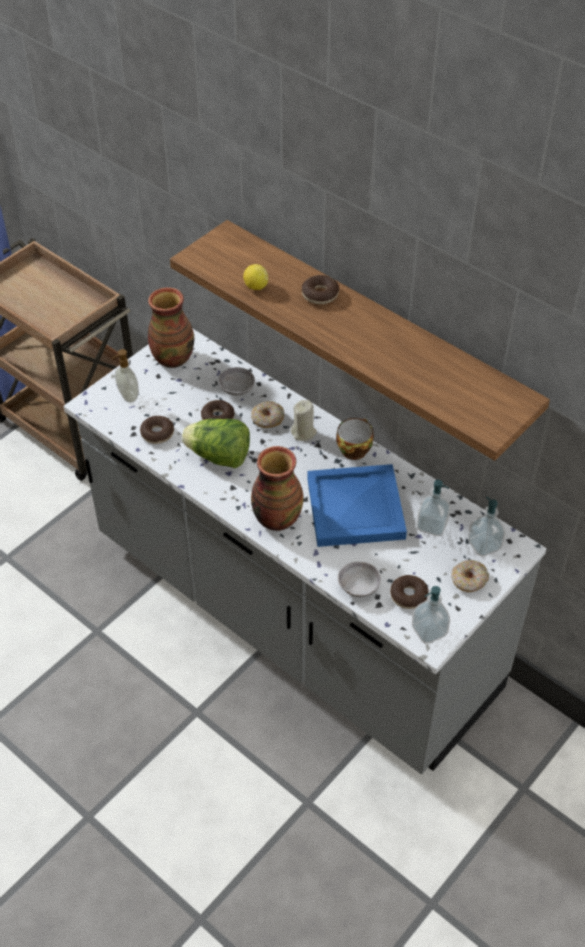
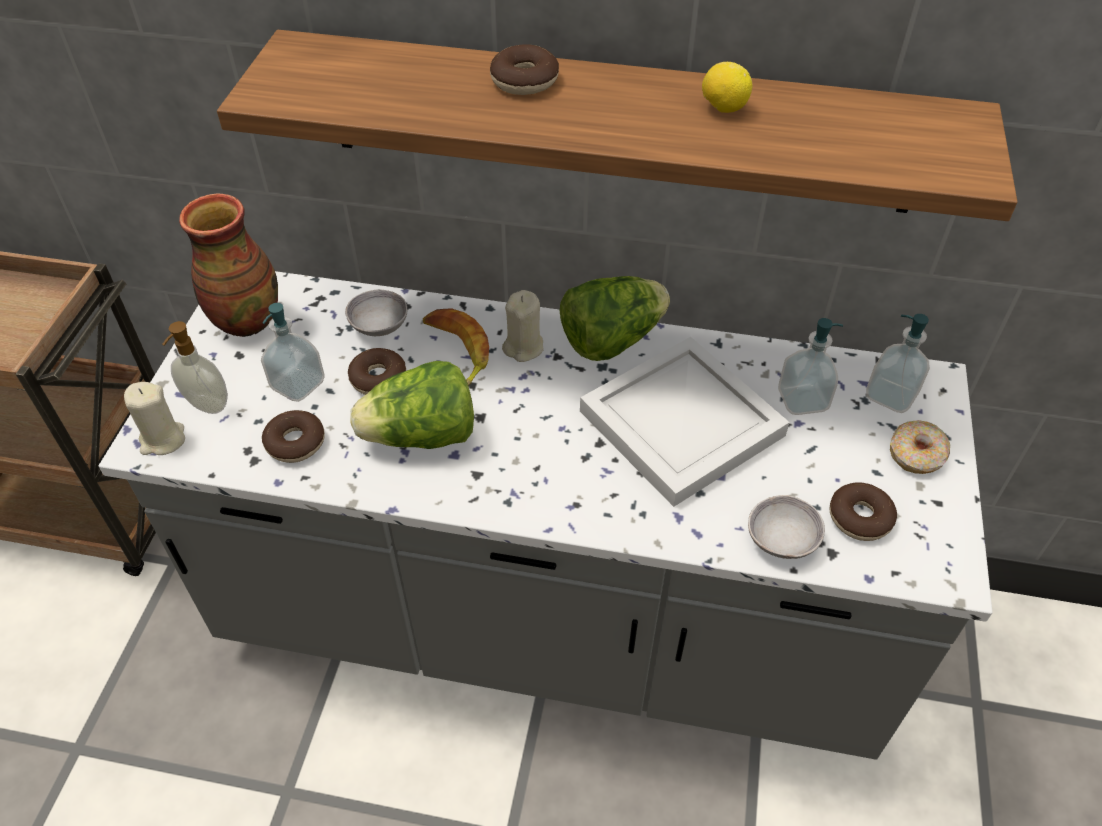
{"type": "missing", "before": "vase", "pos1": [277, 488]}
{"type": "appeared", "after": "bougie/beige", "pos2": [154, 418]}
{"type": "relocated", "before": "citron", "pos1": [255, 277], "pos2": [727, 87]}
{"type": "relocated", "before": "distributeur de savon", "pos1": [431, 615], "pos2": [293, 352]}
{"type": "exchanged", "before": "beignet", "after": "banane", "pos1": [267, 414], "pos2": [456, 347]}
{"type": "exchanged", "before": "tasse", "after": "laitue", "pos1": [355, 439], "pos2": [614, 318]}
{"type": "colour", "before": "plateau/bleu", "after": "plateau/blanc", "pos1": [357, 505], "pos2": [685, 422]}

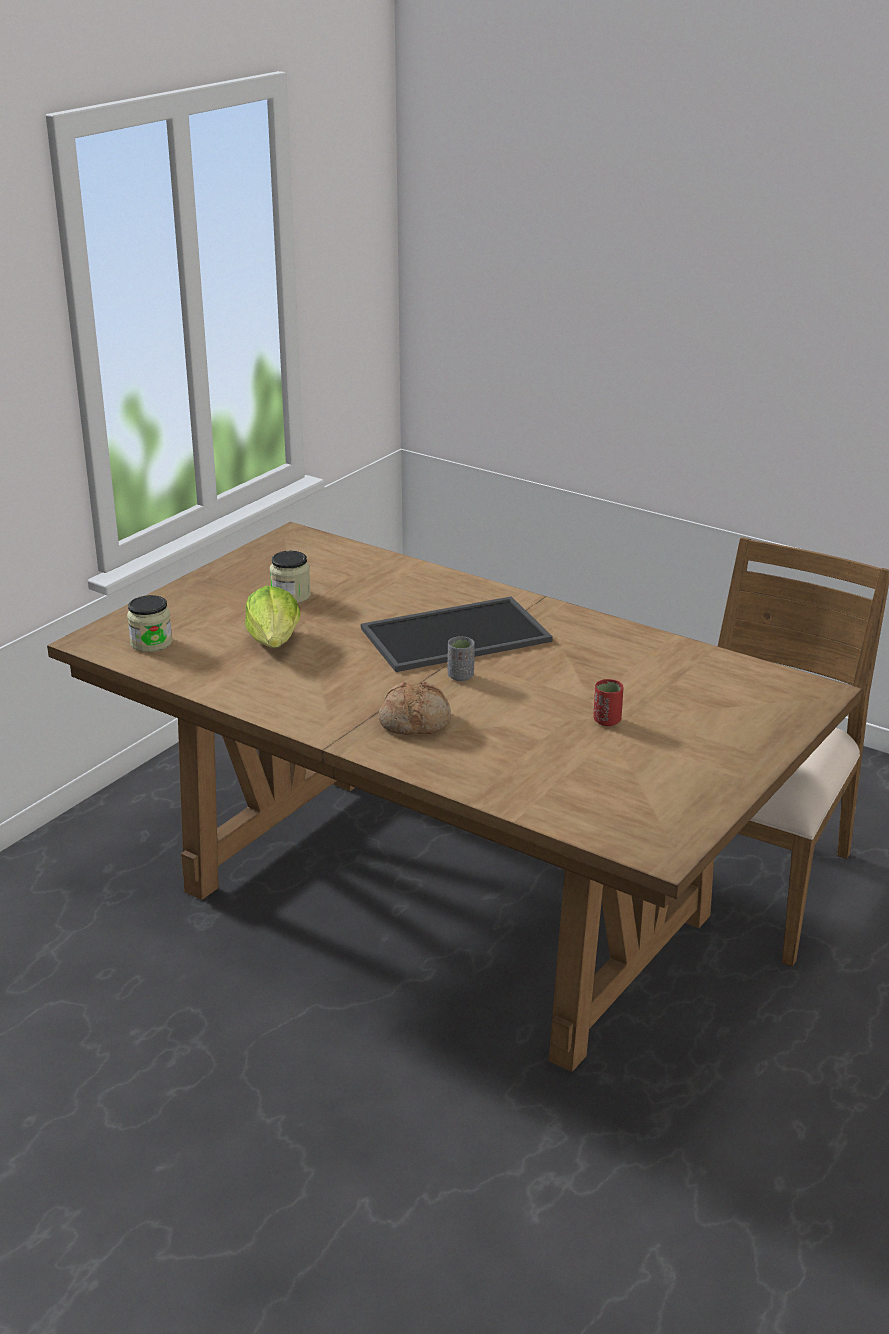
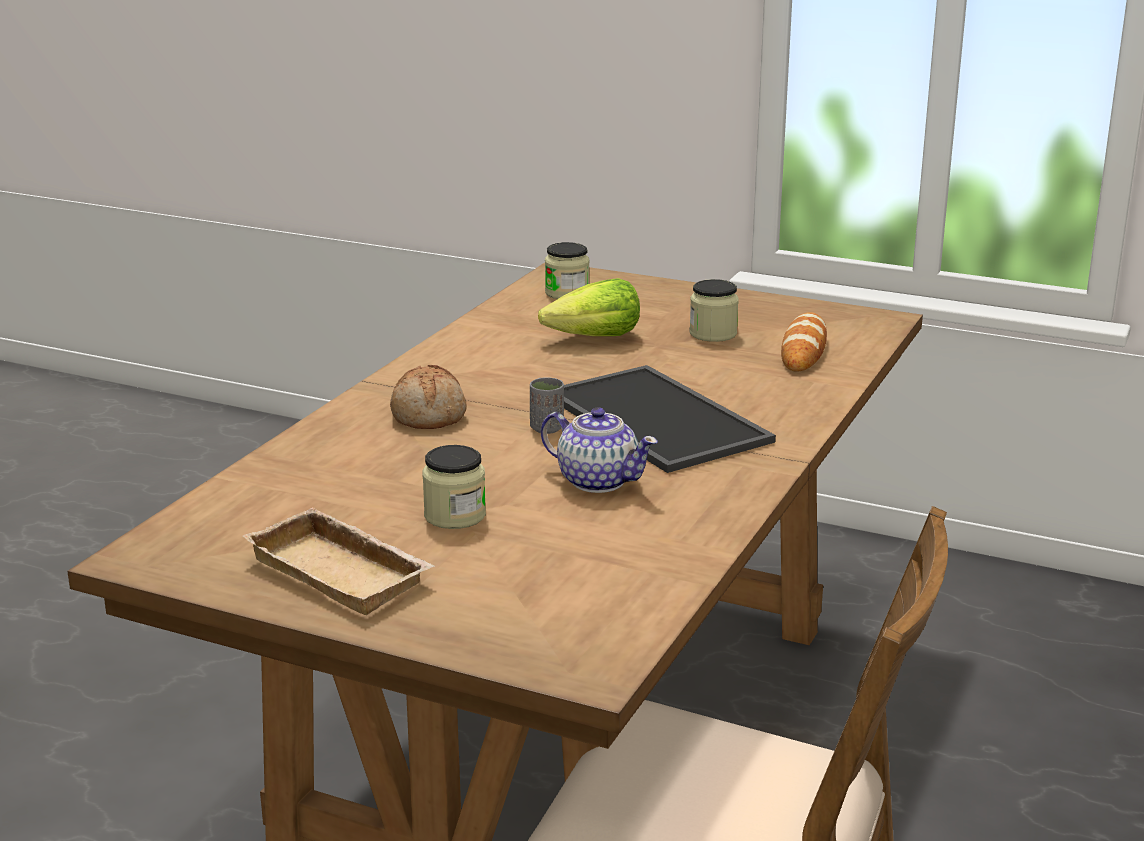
{"type": "appeared", "after": "plateau/beige", "pos2": [338, 561]}
{"type": "appeared", "after": "théière", "pos2": [599, 450]}
{"type": "appeared", "after": "pain", "pos2": [804, 342]}
{"type": "exchanged", "before": "tasse/rouge", "after": "bocal", "pos1": [608, 702], "pos2": [454, 487]}

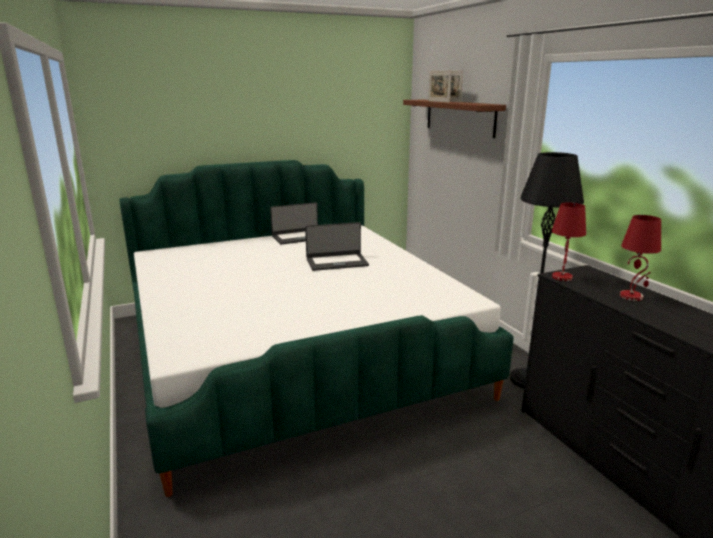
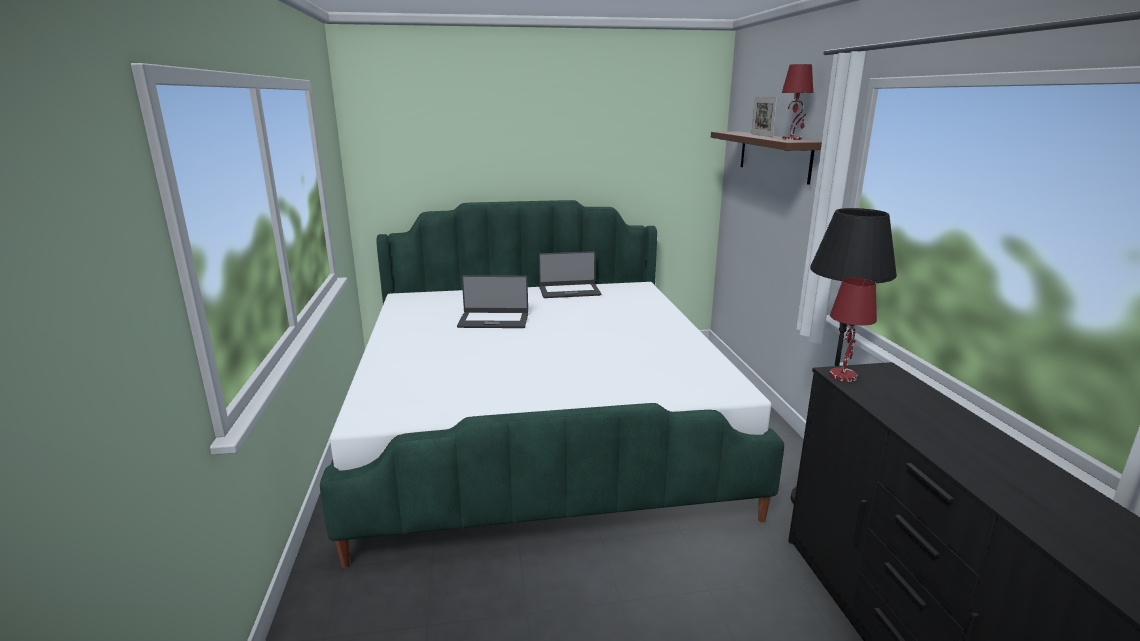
{"type": "missing", "before": "cadre photo", "pos1": [440, 87]}
{"type": "relocated", "before": "ordinateur portable", "pos1": [337, 246], "pos2": [492, 301]}
{"type": "relocated", "before": "lampe de table/rouge", "pos1": [640, 258], "pos2": [797, 102]}

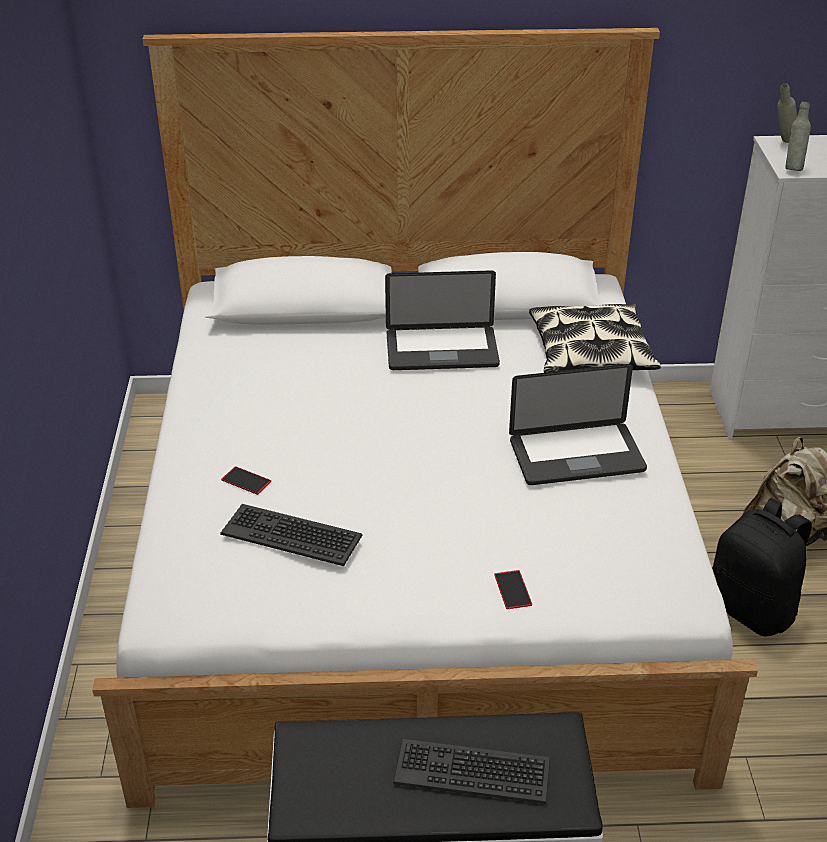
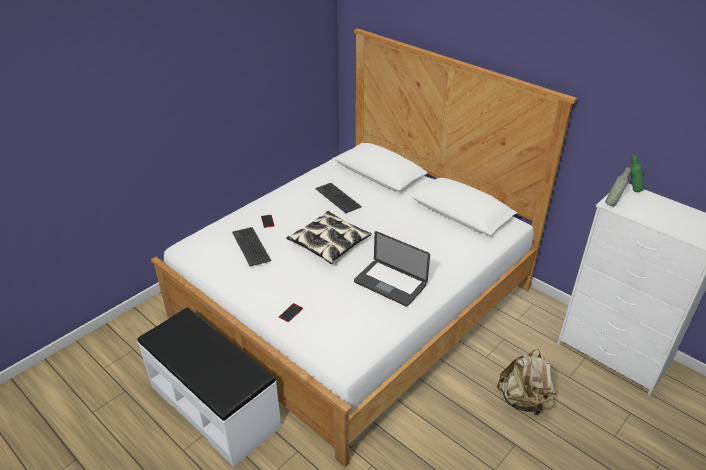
{"type": "missing", "before": "ordinateur portable", "pos1": [442, 320]}
{"type": "missing", "before": "sac à dos/noir", "pos1": [762, 567]}
{"type": "relocated", "before": "clavier", "pos1": [471, 771], "pos2": [338, 198]}
{"type": "relocated", "before": "coussin", "pos1": [595, 338], "pos2": [329, 237]}
{"type": "colour", "before": "bouteille/gris", "after": "bouteille/vert", "pos1": [787, 113], "pos2": [637, 173]}

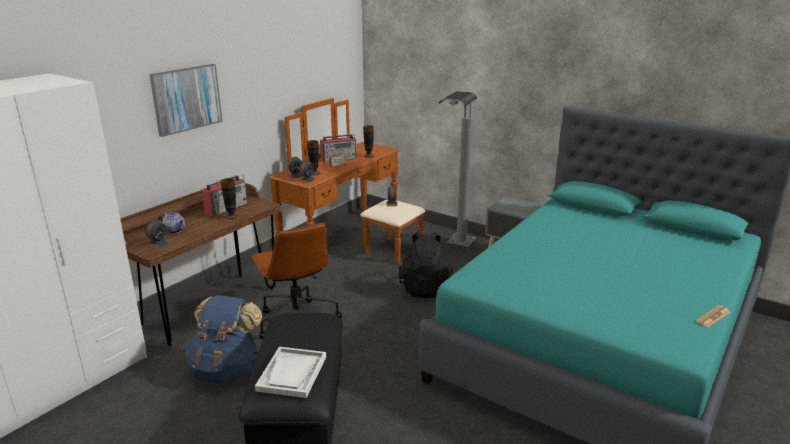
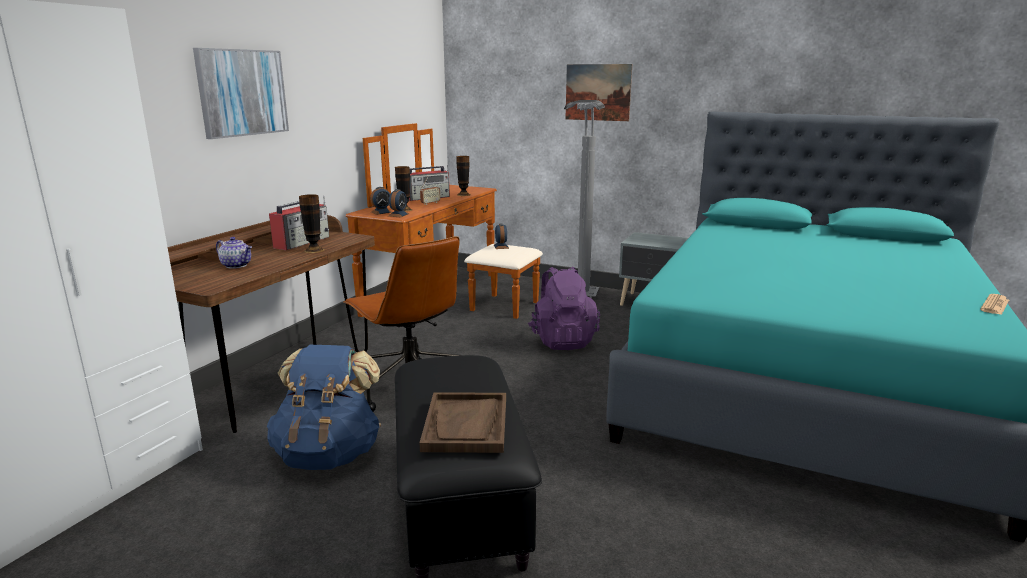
{"type": "missing", "before": "réveil", "pos1": [158, 234]}
{"type": "appeared", "after": "tableau", "pos2": [599, 92]}
{"type": "colour", "before": "plateau/blanc", "after": "plateau/marron", "pos1": [290, 372], "pos2": [463, 422]}
{"type": "colour", "before": "sac à dos/noir", "after": "sac à dos/violet", "pos1": [426, 265], "pos2": [564, 308]}

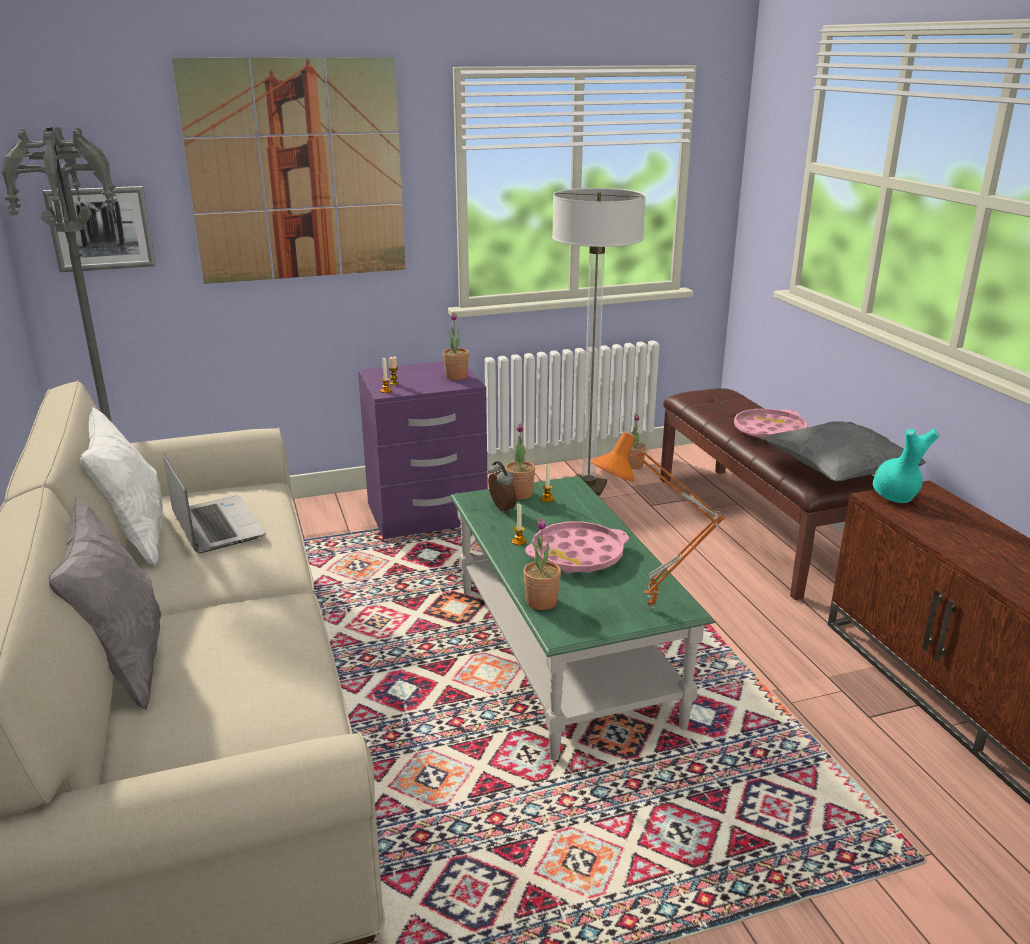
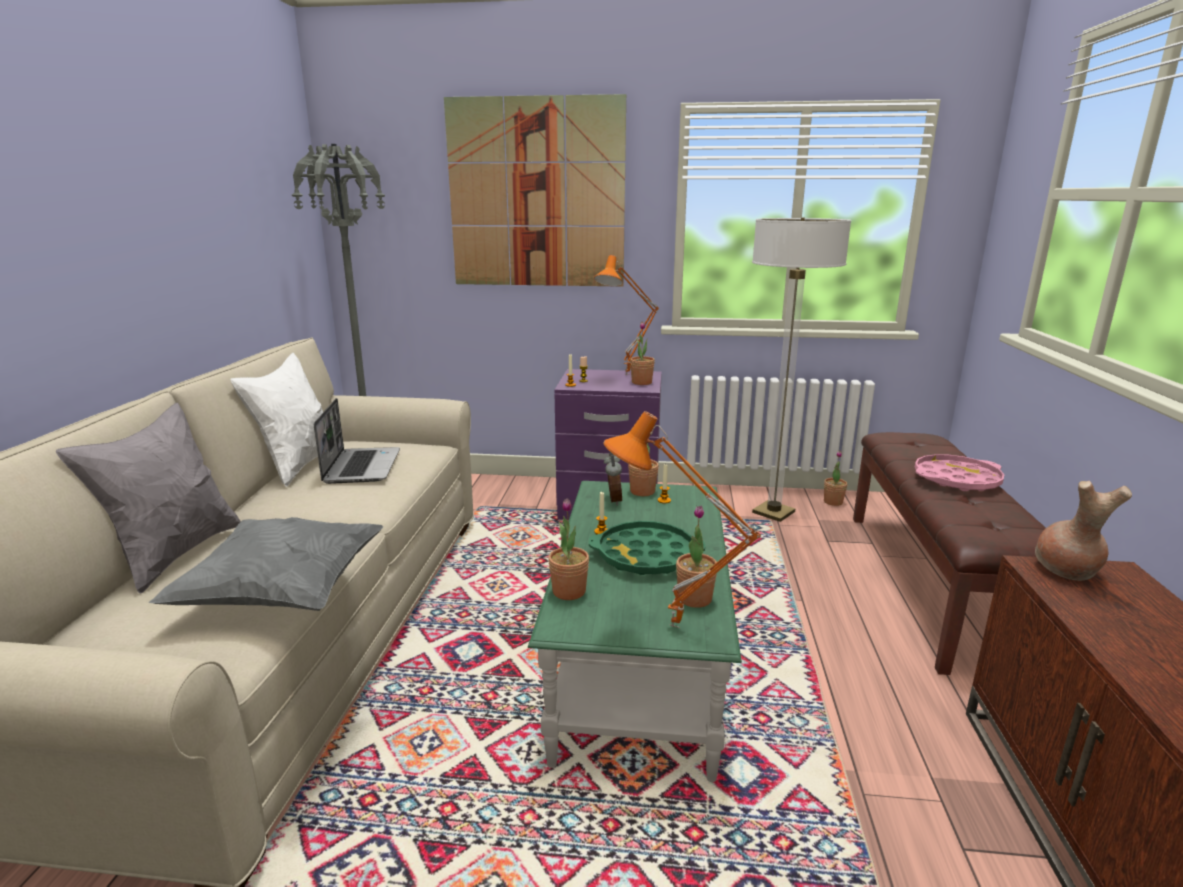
{"type": "missing", "before": "tableau", "pos1": [99, 229]}
{"type": "appeared", "after": "lampe de table/orange", "pos2": [626, 315]}
{"type": "appeared", "after": "plante en pot", "pos2": [696, 556]}
{"type": "relocated", "before": "coussin/gris", "pos1": [845, 451], "pos2": [266, 564]}
{"type": "colour", "before": "plateau/rose", "after": "plateau/vert", "pos1": [577, 547], "pos2": [647, 548]}
{"type": "colour", "before": "vase/turquoise", "after": "vase/marron", "pos1": [906, 465], "pos2": [1083, 531]}

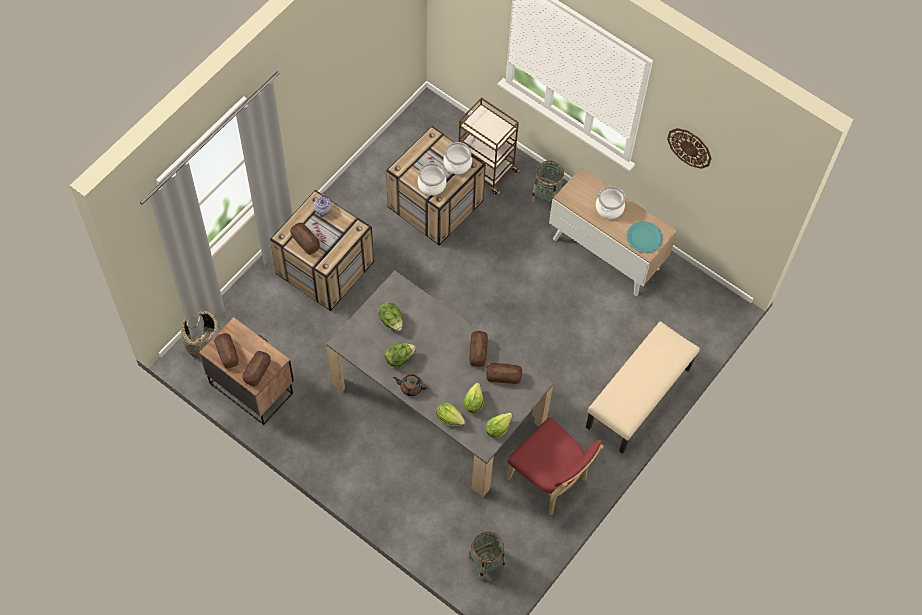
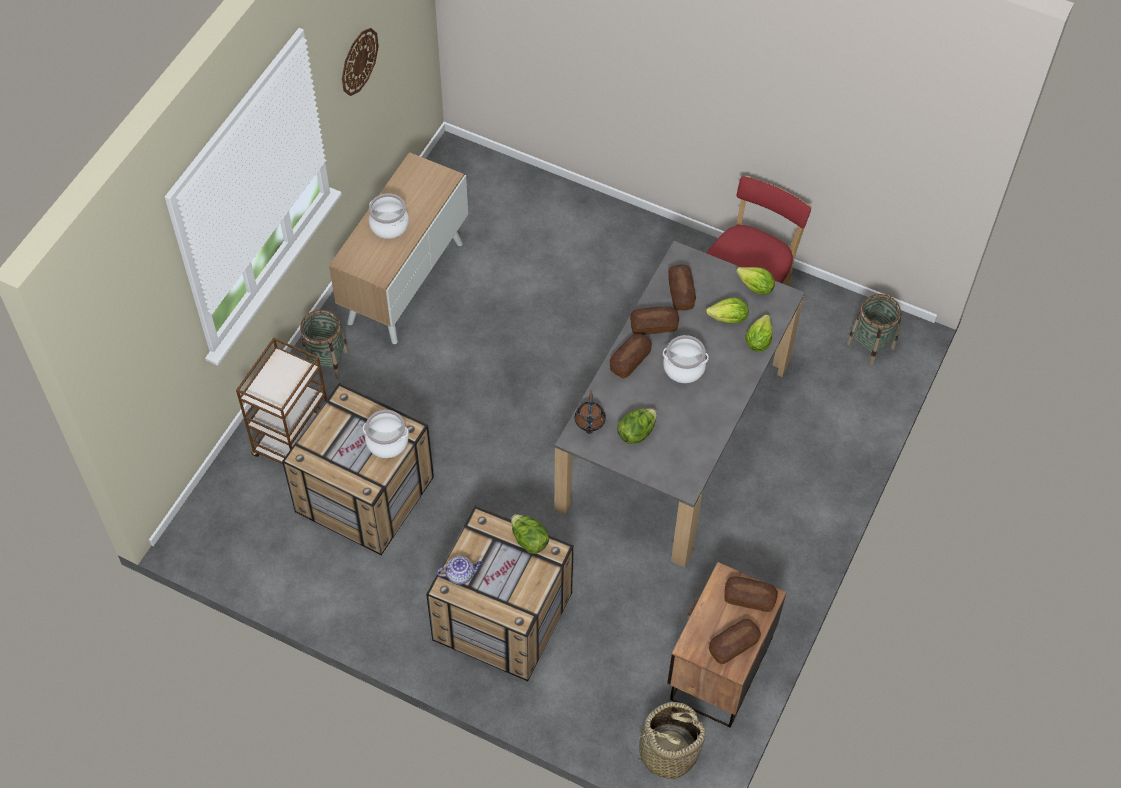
{"type": "missing", "before": "banc/beige", "pos1": [643, 387]}
{"type": "missing", "before": "assiette/turquoise", "pos1": [644, 237]}
{"type": "relocated", "before": "pain", "pos1": [305, 238], "pos2": [631, 356]}
{"type": "relocated", "before": "laitue", "pos1": [400, 355], "pos2": [530, 534]}
{"type": "relocated", "before": "théière/marron", "pos1": [410, 385], "pos2": [590, 414]}
{"type": "relocated", "before": "marmite", "pos1": [457, 158], "pos2": [685, 359]}

